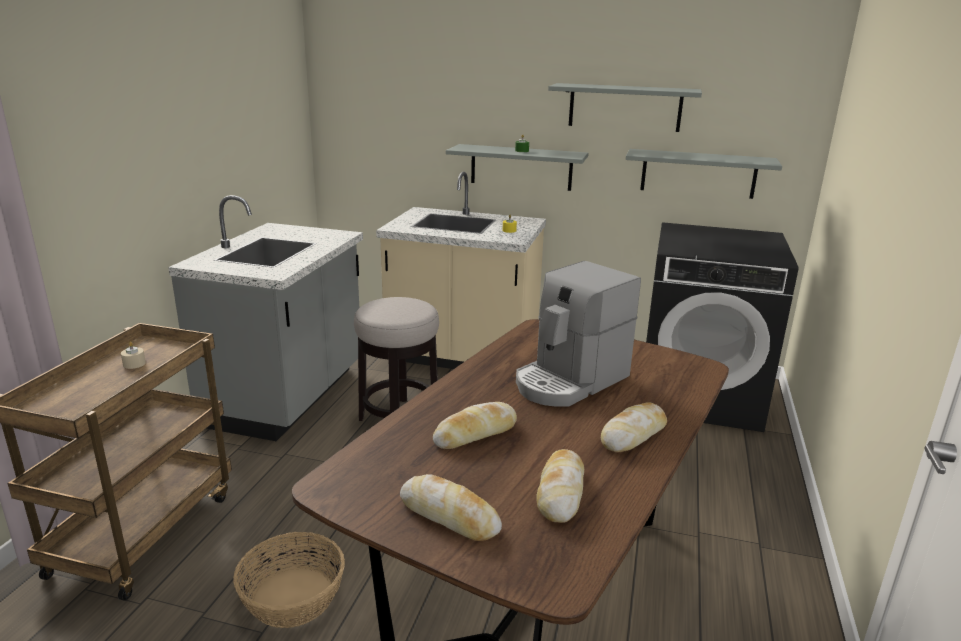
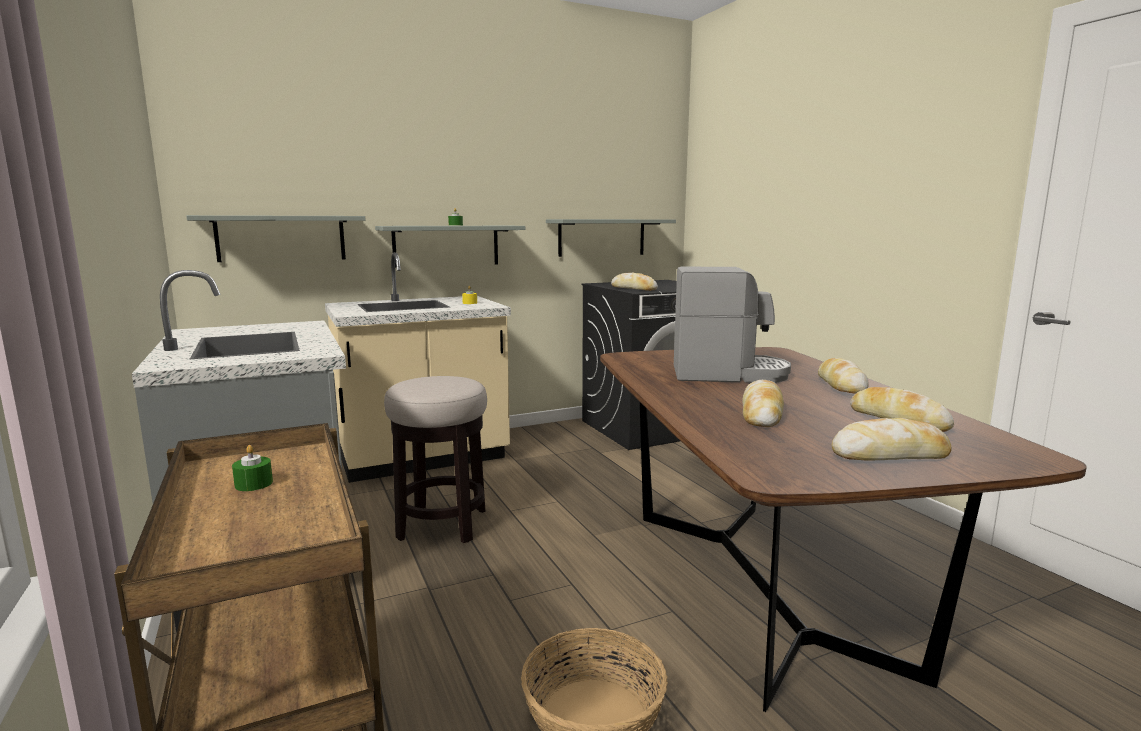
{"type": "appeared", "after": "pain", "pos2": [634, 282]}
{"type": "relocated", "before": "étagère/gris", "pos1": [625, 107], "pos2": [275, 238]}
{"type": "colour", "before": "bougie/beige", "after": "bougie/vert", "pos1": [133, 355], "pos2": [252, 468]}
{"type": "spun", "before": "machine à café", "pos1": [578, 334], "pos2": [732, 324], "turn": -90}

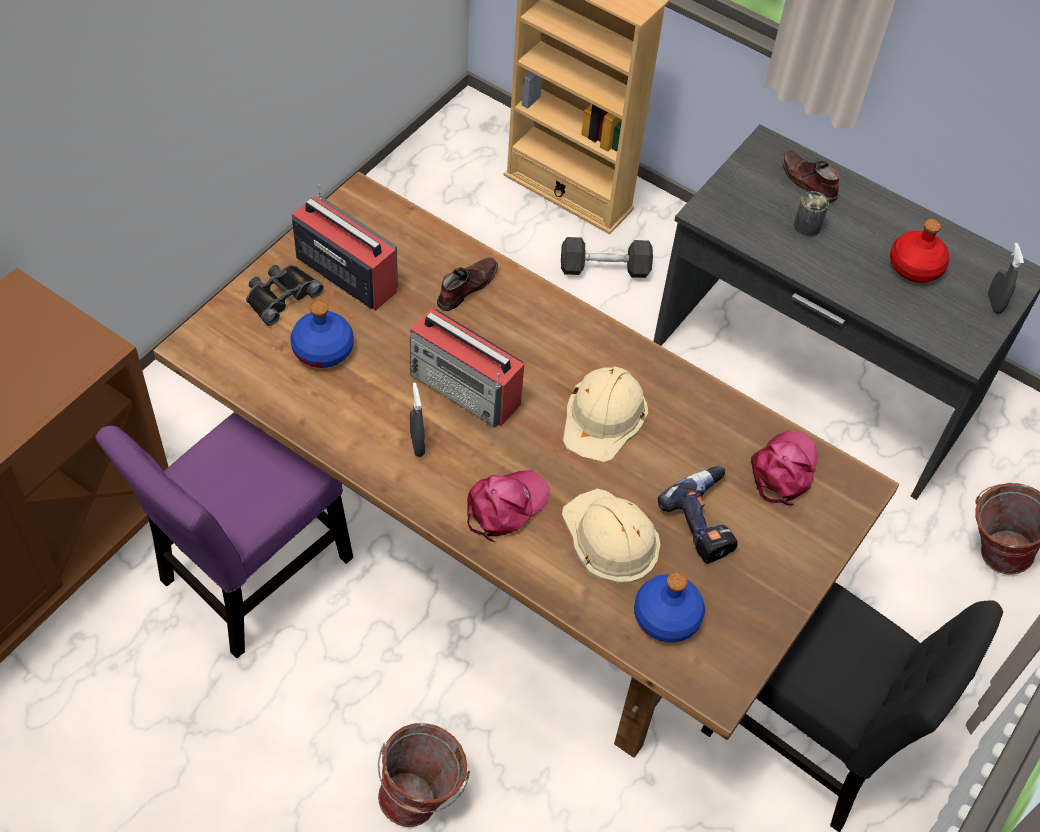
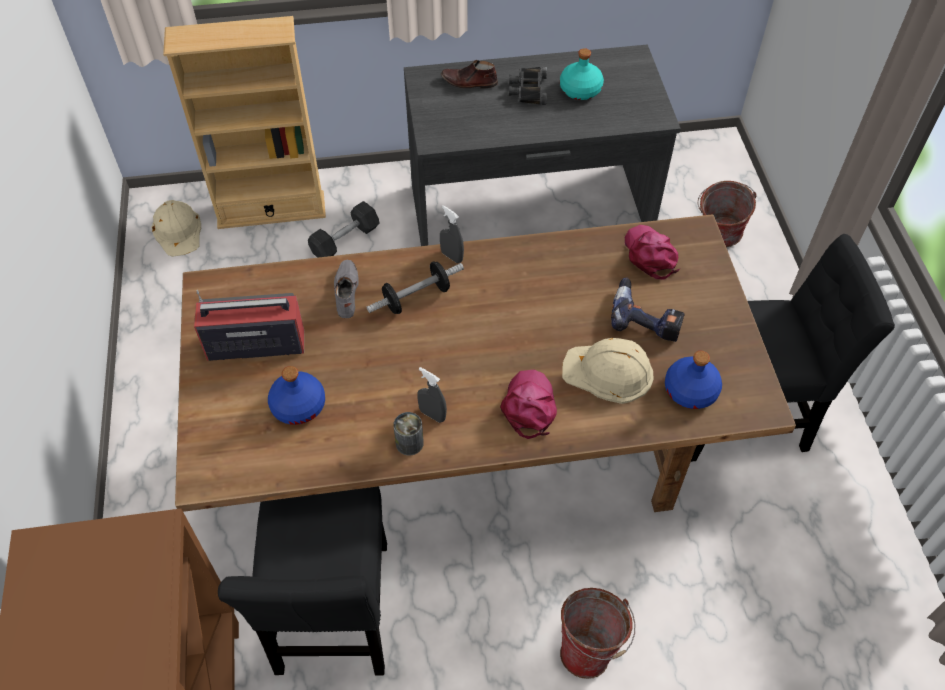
{"type": "missing", "before": "radio", "pos1": [467, 367]}
{"type": "appeared", "after": "haltère", "pos2": [415, 288]}
{"type": "relocated", "before": "jumelles/noir", "pos1": [285, 295], "pos2": [528, 85]}
{"type": "relocated", "before": "casque de chantier/beige", "pos1": [605, 414], "pos2": [176, 228]}
{"type": "relocated", "before": "boîte métallique", "pos1": [811, 214], "pos2": [408, 434]}
{"type": "relocated", "before": "vaporisateur/gris", "pos1": [1006, 278], "pos2": [452, 234]}
{"type": "colour", "before": "chaise/violet", "after": "chaise/noir", "pos1": [224, 535], "pos2": [302, 581]}
{"type": "colour", "before": "chaussure/marron", "after": "chaussure/gris", "pos1": [467, 284], "pos2": [346, 289]}
{"type": "colour", "before": "bouteille/rouge", "after": "bouteille/turquoise", "pos1": [919, 251], "pos2": [582, 74]}

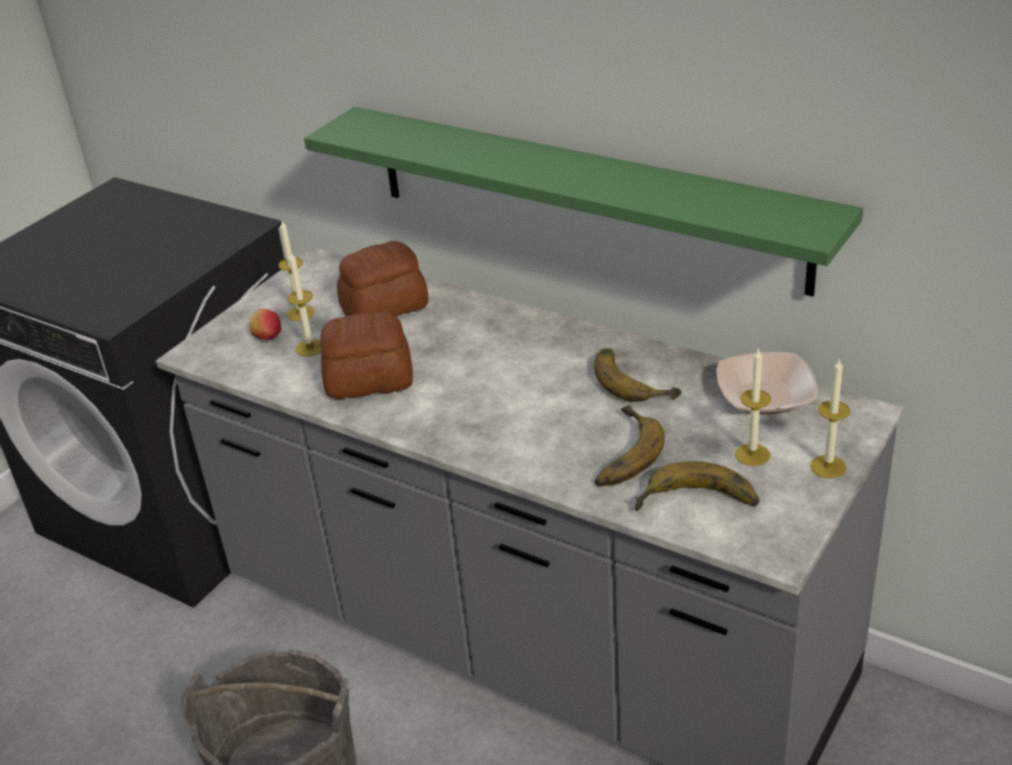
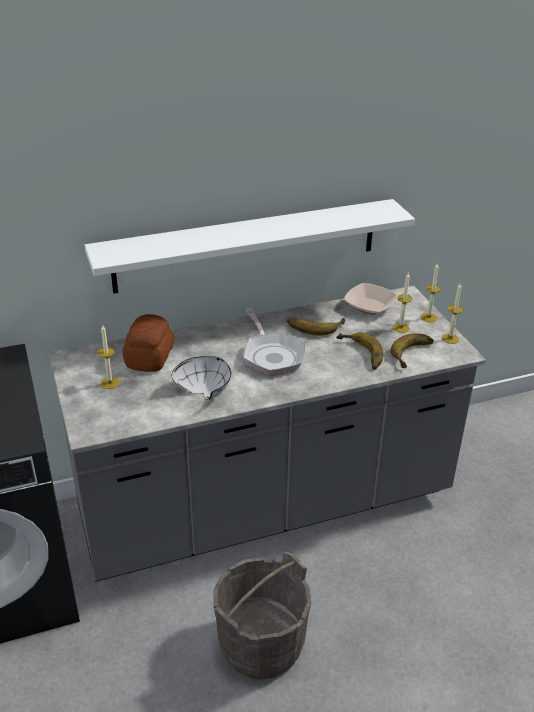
{"type": "missing", "before": "pomme", "pos1": [265, 324]}
{"type": "appeared", "after": "poêle", "pos2": [274, 342]}
{"type": "relocated", "before": "bougie", "pos1": [304, 305], "pos2": [452, 313]}
{"type": "exchanged", "before": "pain", "after": "bol/blanc", "pos1": [366, 355], "pos2": [201, 378]}
{"type": "colour", "before": "étagère/vert", "after": "étagère/blanc", "pos1": [583, 202], "pos2": [249, 246]}

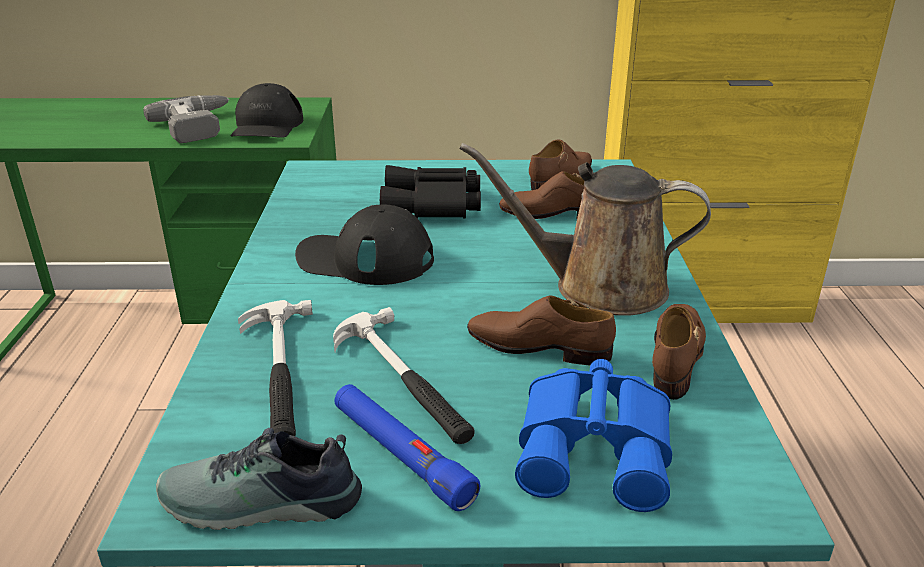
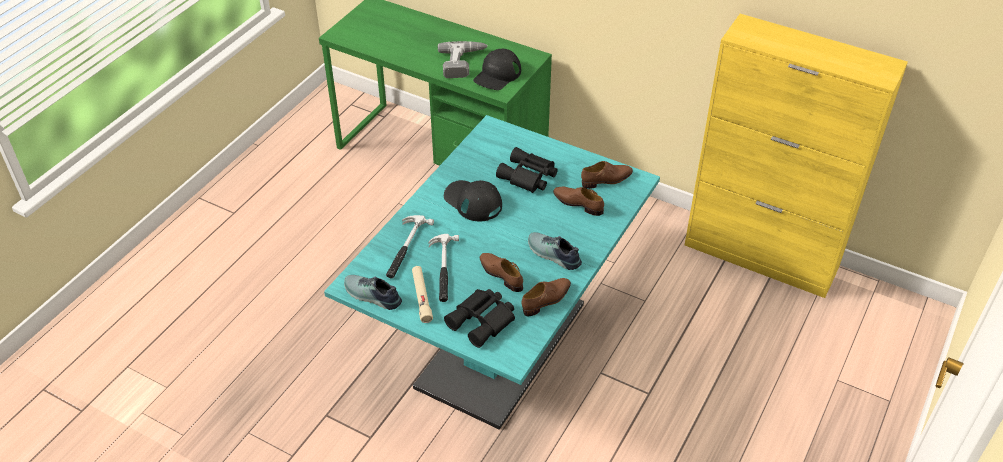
{"type": "exchanged", "before": "arrosoir/marron", "after": "chaussure", "pos1": [585, 229], "pos2": [555, 251]}
{"type": "colour", "before": "lampe de poche/bleu", "after": "lampe de poche/beige", "pos1": [407, 447], "pos2": [422, 294]}
{"type": "colour", "before": "jumelles/bleu", "after": "jumelles/noir", "pos1": [593, 435], "pos2": [479, 318]}

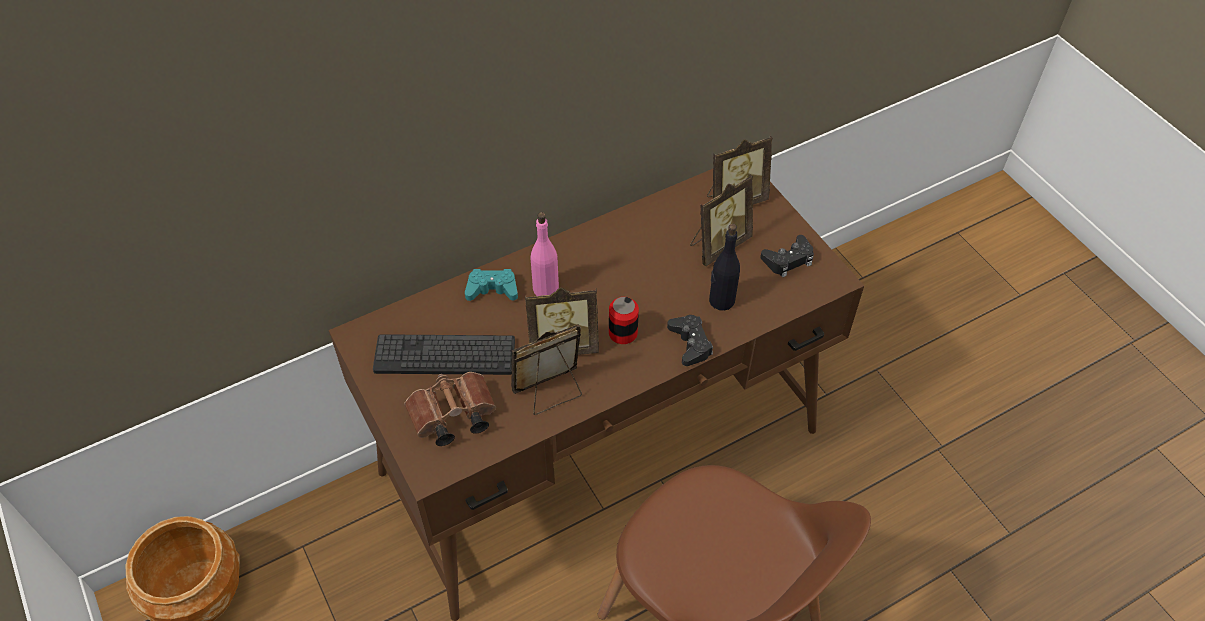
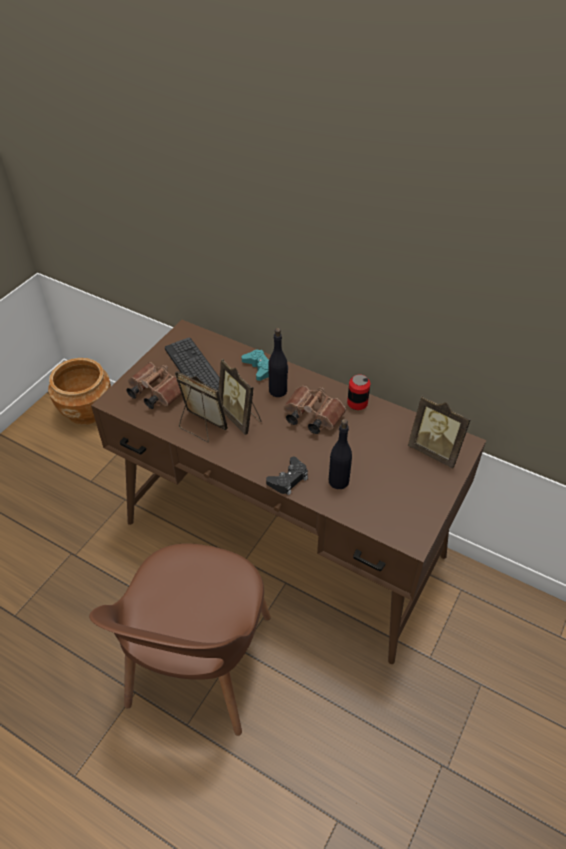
{"type": "missing", "before": "cadre photo", "pos1": [721, 220]}
{"type": "missing", "before": "manette/noir", "pos1": [787, 256]}
{"type": "appeared", "after": "jumelles/marron", "pos2": [314, 410]}
{"type": "relocated", "before": "boîte métallique", "pos1": [624, 320], "pos2": [358, 392]}
{"type": "colour", "before": "bouteille/rose", "after": "bouteille/noir", "pos1": [545, 254], "pos2": [278, 362]}

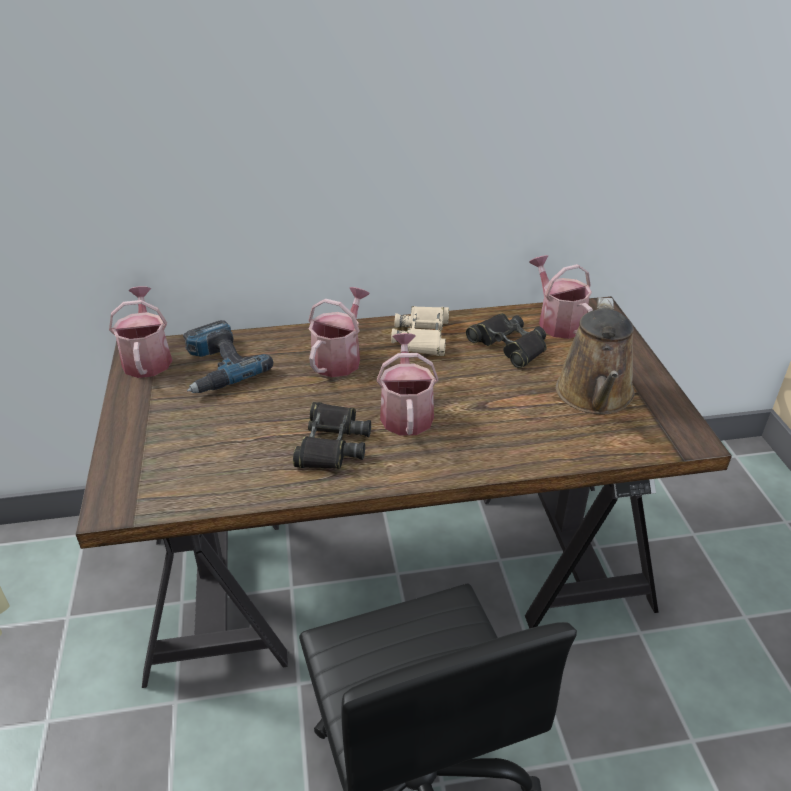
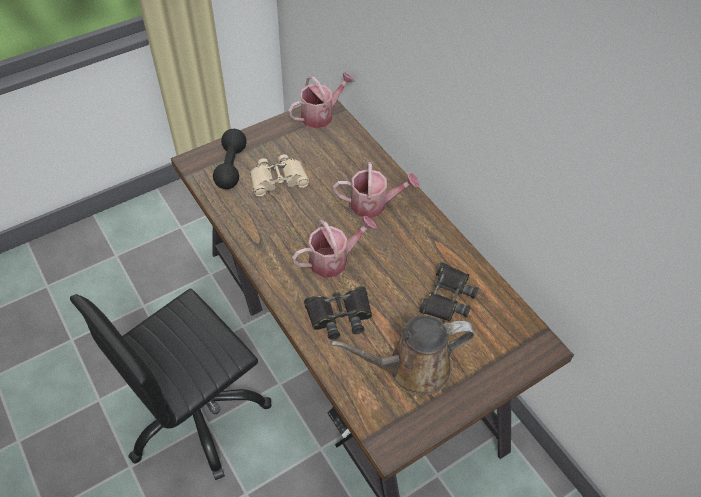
{"type": "missing", "before": "perceuse", "pos1": [228, 356]}
{"type": "missing", "before": "arrosoir", "pos1": [561, 297]}
{"type": "appeared", "after": "haltère/noir", "pos2": [230, 159]}
{"type": "relocated", "before": "jumelles/noir", "pos1": [332, 435], "pos2": [338, 313]}
{"type": "relocated", "before": "jumelles/beige", "pos1": [420, 331], "pos2": [280, 175]}

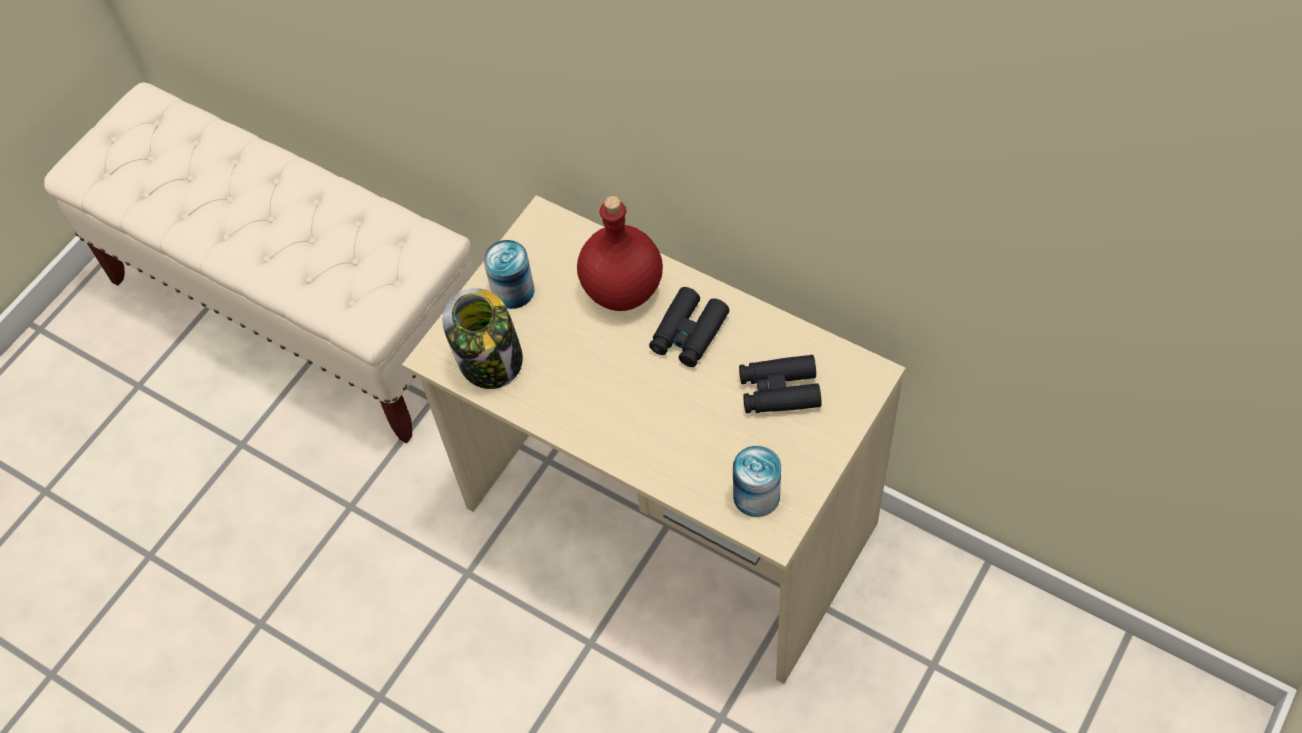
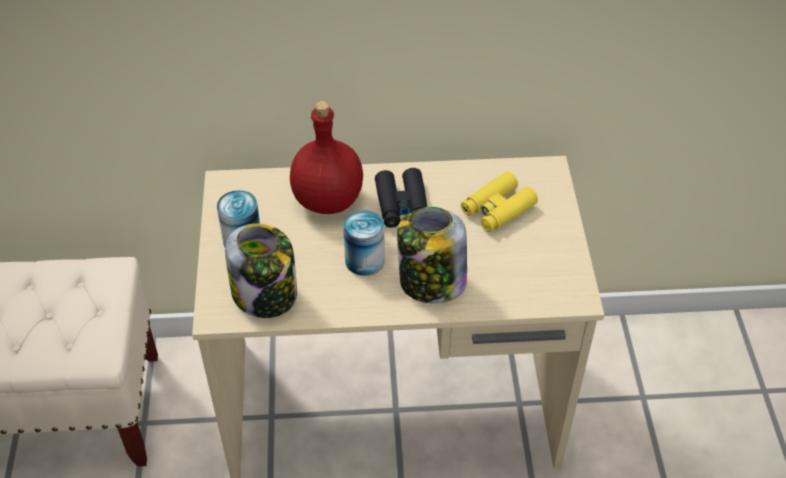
{"type": "appeared", "after": "bocal", "pos2": [432, 255]}
{"type": "relocated", "before": "boîte métallique", "pos1": [757, 481], "pos2": [364, 243]}
{"type": "colour", "before": "jumelles/noir", "after": "jumelles/jaune", "pos1": [780, 384], "pos2": [499, 201]}

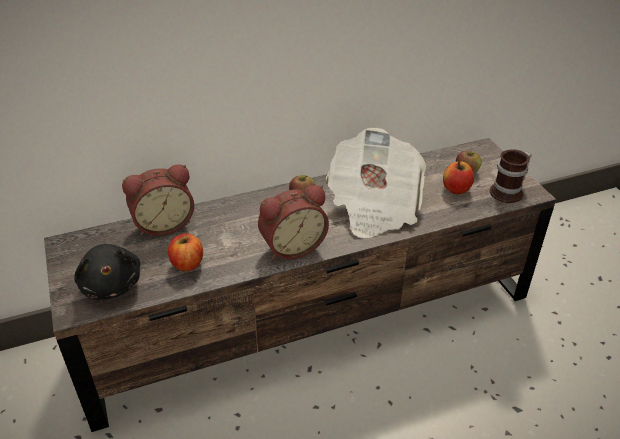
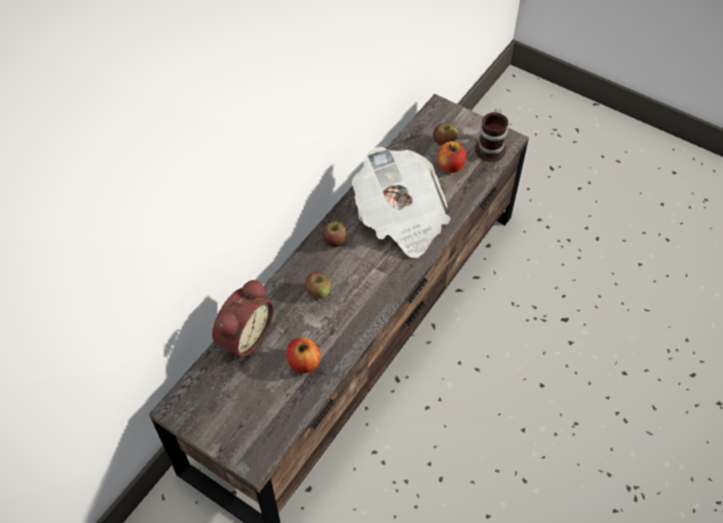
{"type": "missing", "before": "peluche/noir", "pos1": [107, 272]}
{"type": "missing", "before": "réveil", "pos1": [293, 222]}
{"type": "appeared", "after": "pomme", "pos2": [318, 285]}

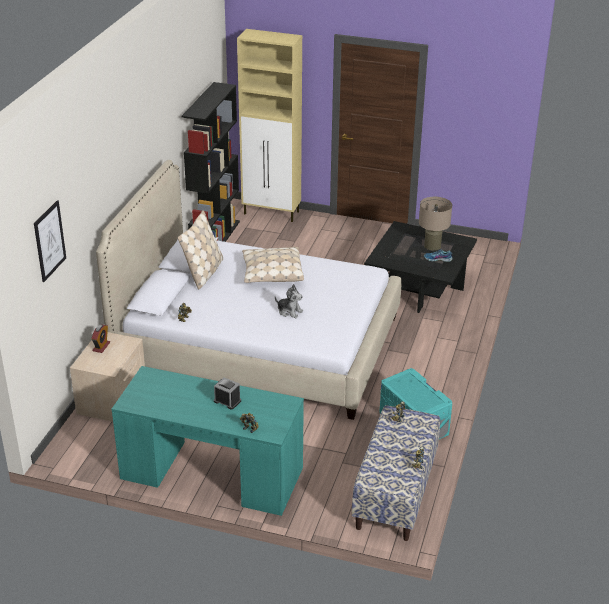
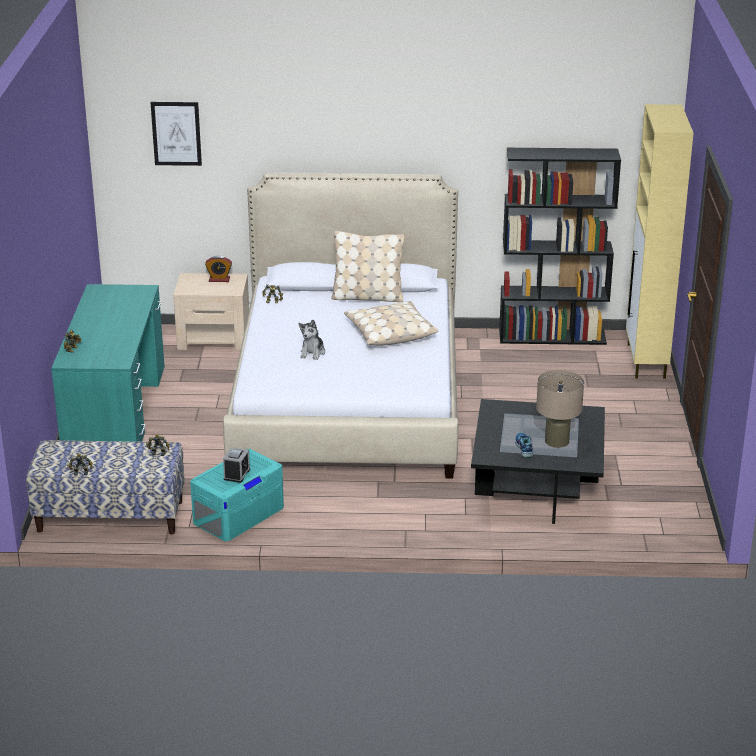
{"type": "relocated", "before": "réveil", "pos1": [227, 393], "pos2": [236, 465]}

